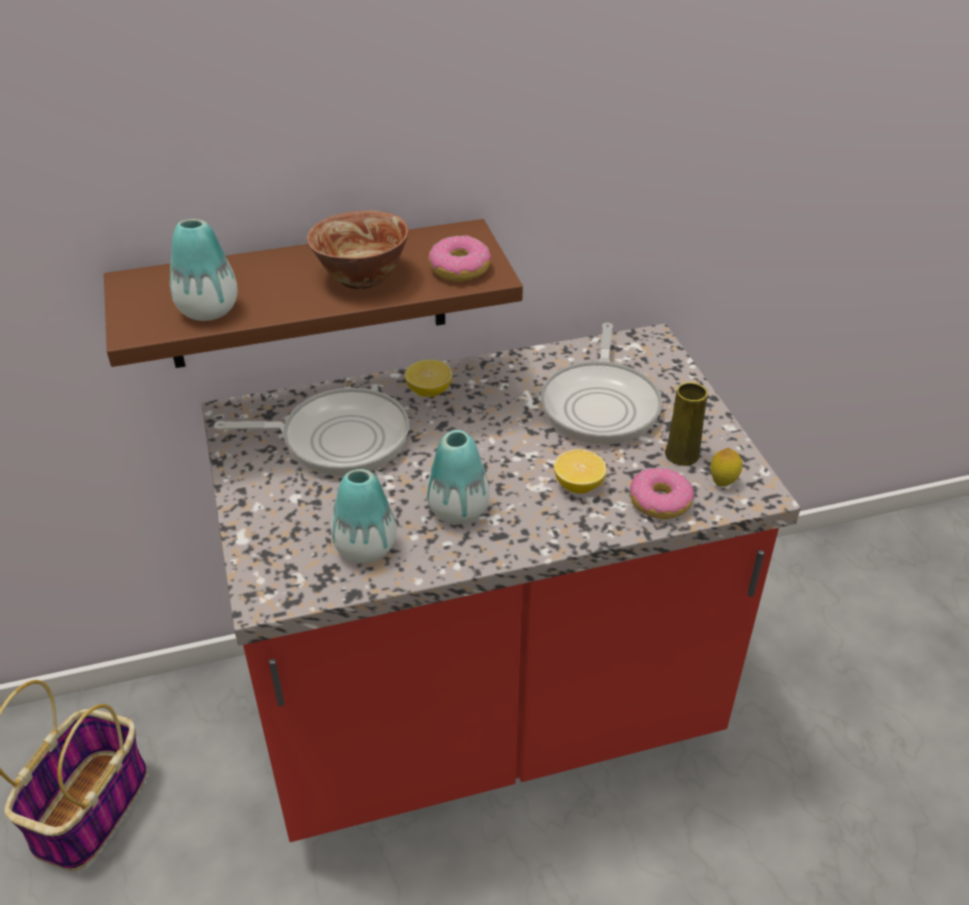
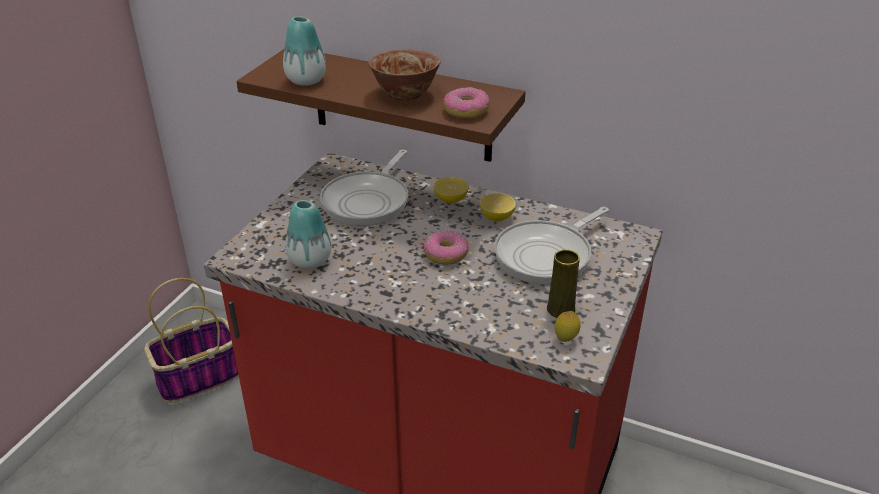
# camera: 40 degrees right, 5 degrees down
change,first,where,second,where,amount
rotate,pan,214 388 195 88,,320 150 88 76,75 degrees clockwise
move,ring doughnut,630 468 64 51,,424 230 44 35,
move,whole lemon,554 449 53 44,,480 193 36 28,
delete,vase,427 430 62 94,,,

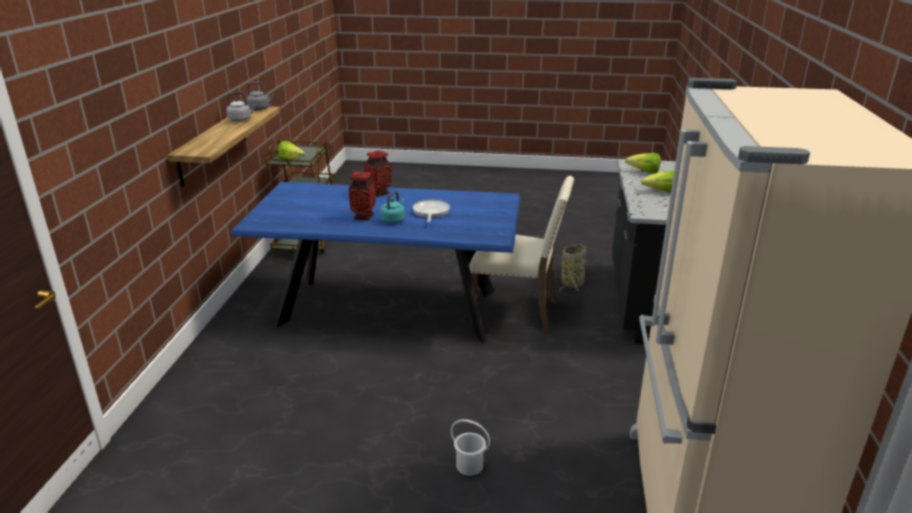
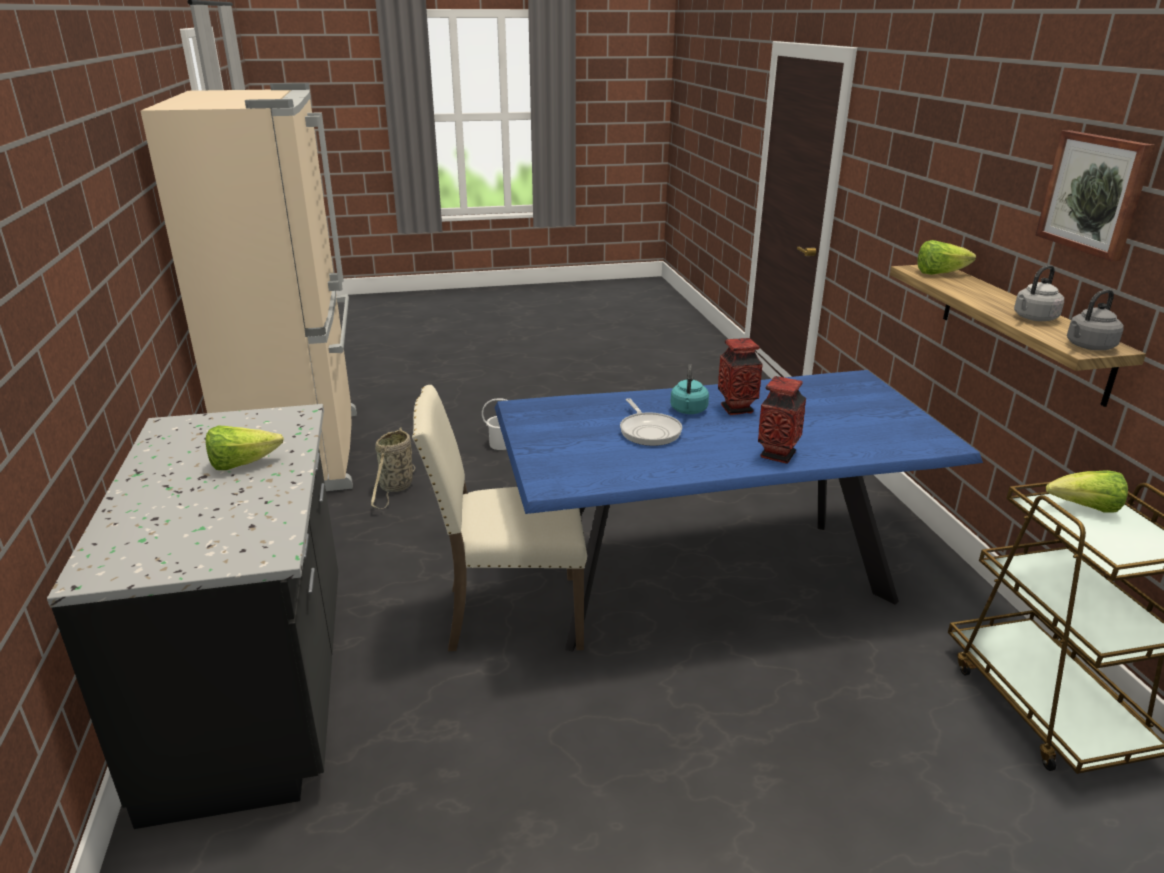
# camera: 160 degrees right, 0 degrees up
change,first,where,second,where,amount
move,storage basket,559 244 29 48,,371 428 44 81,
move,lettuce,625 153 36 21,,917 240 59 35,
insert,,,wall art,1035 130 120 131,

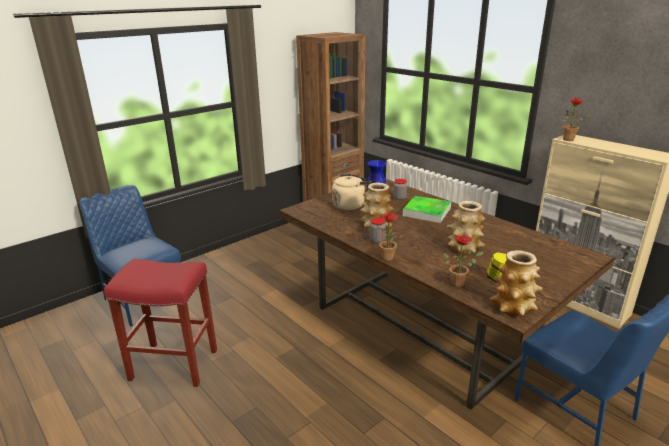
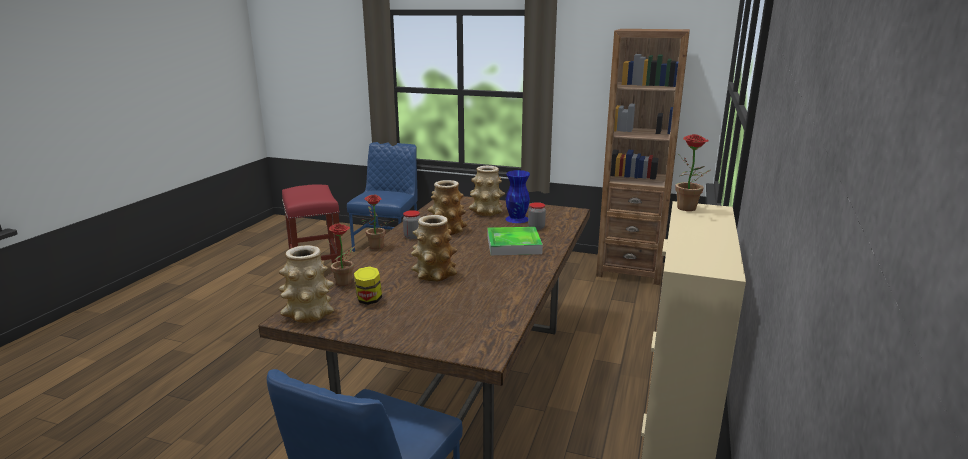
# camera: 60 degrees right, 5 degrees down
change,first,where,second,where,amount
replace,beige-coloured kettle,332 174 39 36,vase,469 166 36 50,

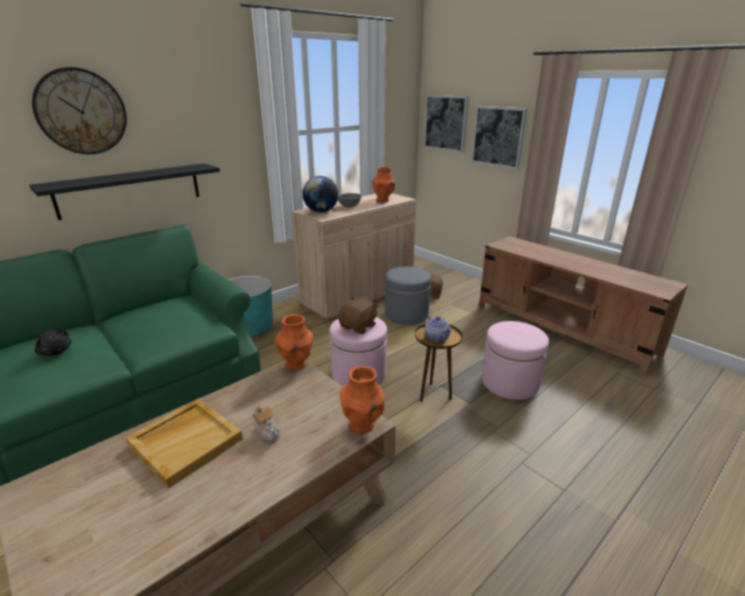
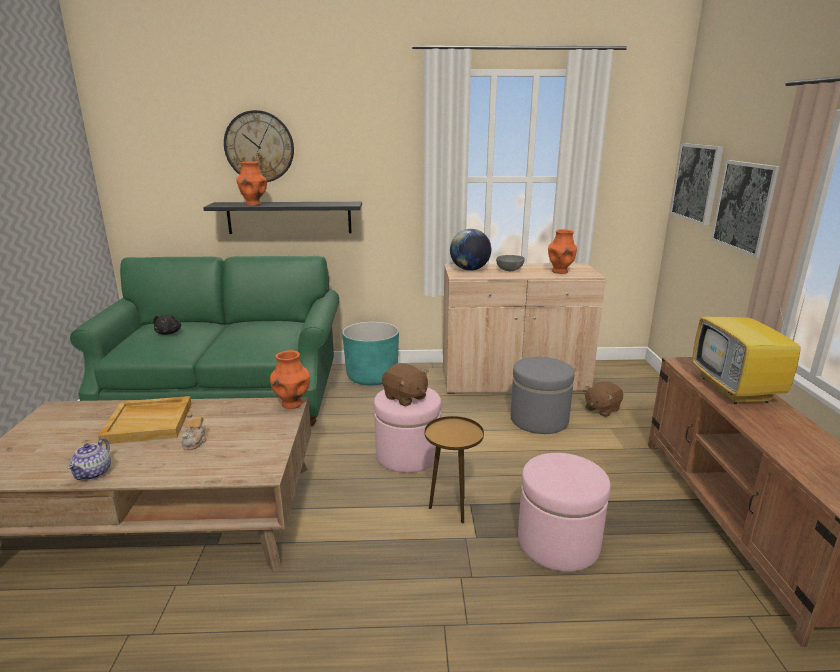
# camera: 40 degrees right, 5 degrees down
change,first,where,second,where,amount
move,tea pot,424 315 28 27,,67 438 44 42,
move,orangey vase,340 366 45 68,,236 161 31 45,
rotate,brownish cuddly toy,338 297 40 37,,382 363 46 43,60 degrees clockwise
insert,,,TV,692 289 114 115,

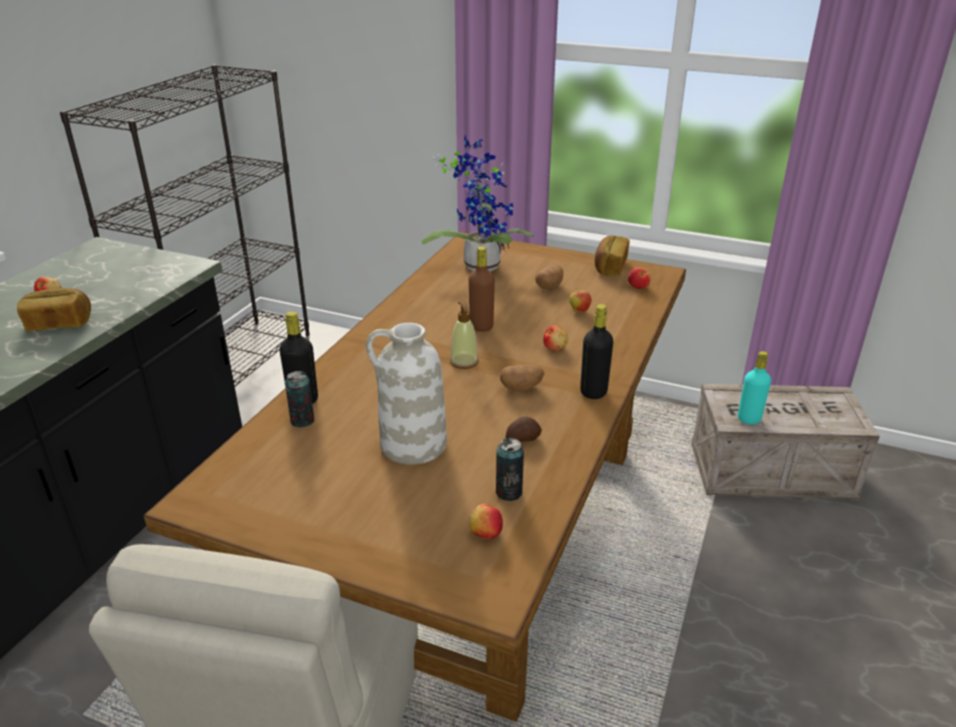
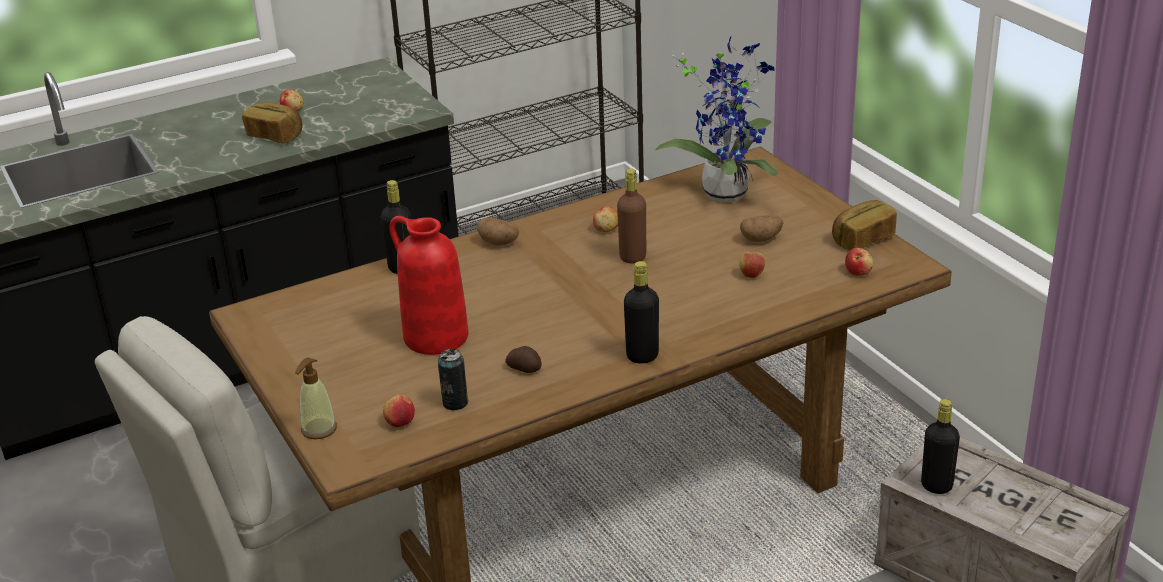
# camera: 40 degrees right, 0 degrees up
change,first,where,second,where,amount
move,soap bottle,450 301 28 68,,295 357 42 82,
recolor,whitish vase,366 323 81 142,red vase,389 216 79 139,
move,spud,500 365 45 27,,477 217 42 29,
move,apple,543 325 25 26,,593 206 25 26,
recolor,turquoise-coloured bottle,738 351 33 73,blackish bottle,921 399 39 95,
delete,can,285 371 29 57,,,

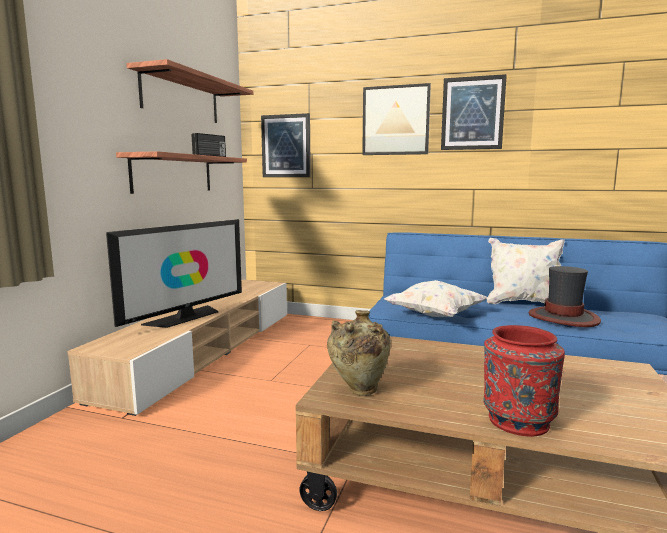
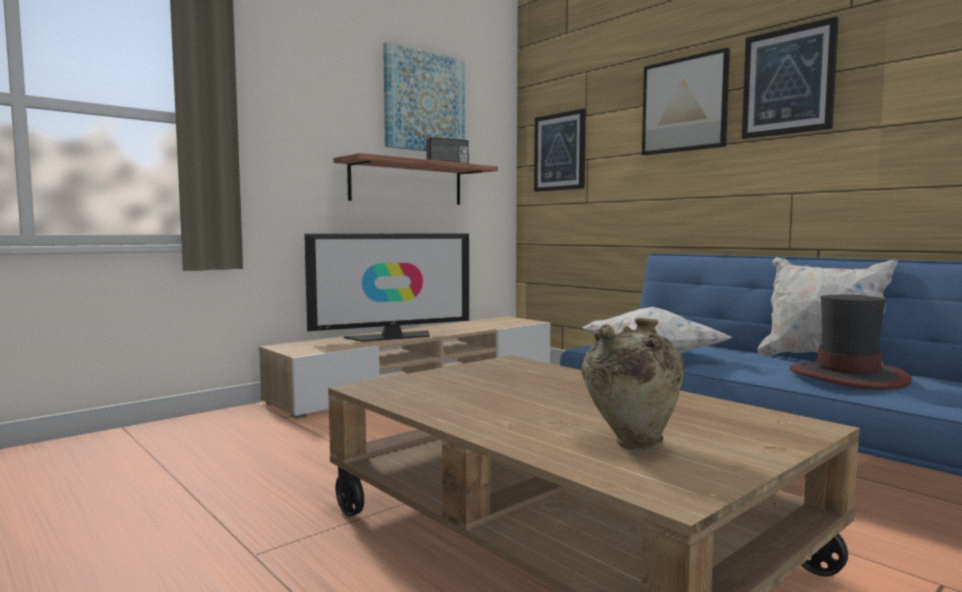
# camera: 30 degrees right, 5 degrees down
change,first,where,second,where,amount
replace,shelf,126 59 127 64,wall art,383 42 82 109,
move,beige-coloured vase,327 310 64 86,,581 318 103 132,
delete,red vase,484 325 81 112,,,

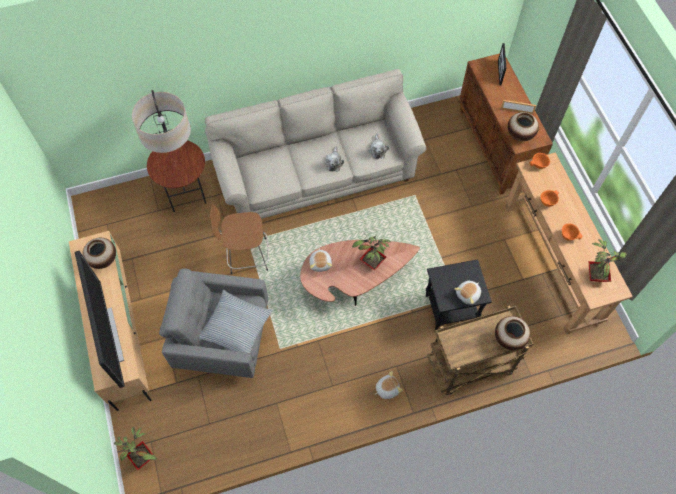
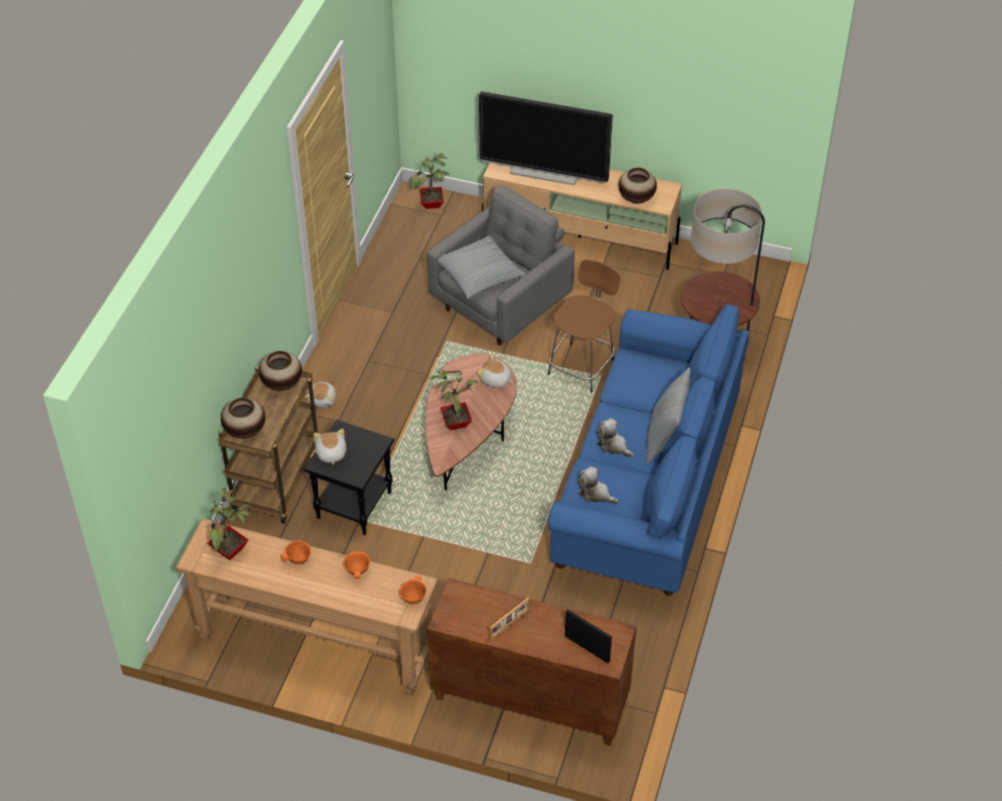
# camera: 125 degrees right, 15 degrees down
change,first,where,second,where,amount
move,vase,508 112 31 29,,259 351 43 40,
recolor,beige-coloured sofa,205 69 222 150,bluish sofa,548 303 201 293,
insert,,,cushion,646 367 45 97,

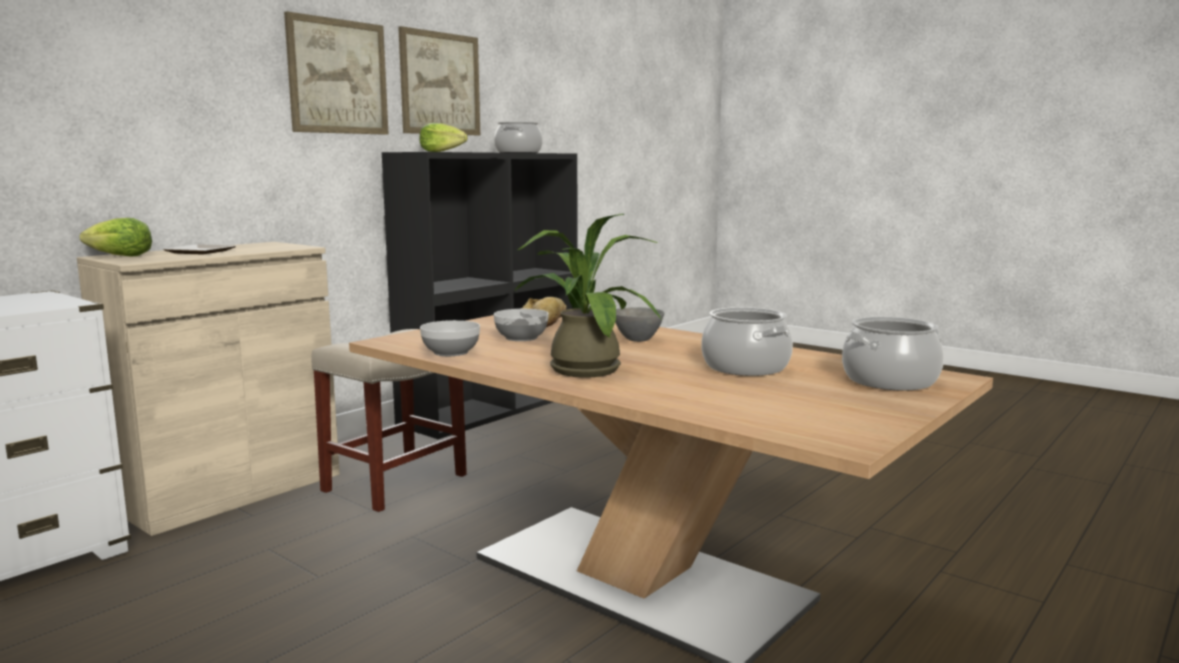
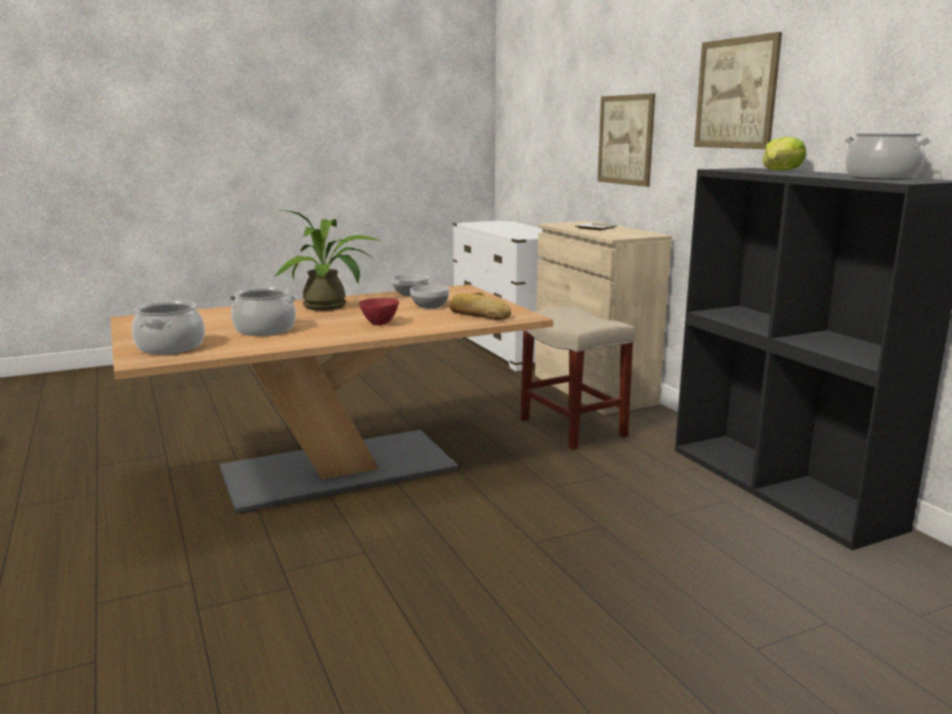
# camera: 115 degrees right, 5 degrees up
change,first,where,second,where,amount
recolor,gray deep dish,615 307 49 35,red deep dish,359 298 40 28,
move,wall art,398 26 82 109,,597 93 58 94,
delete,lettuce,80 218 72 39,,,

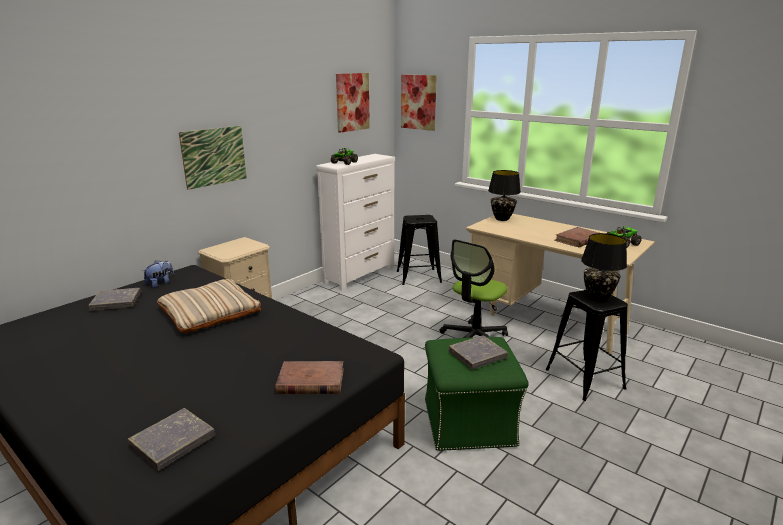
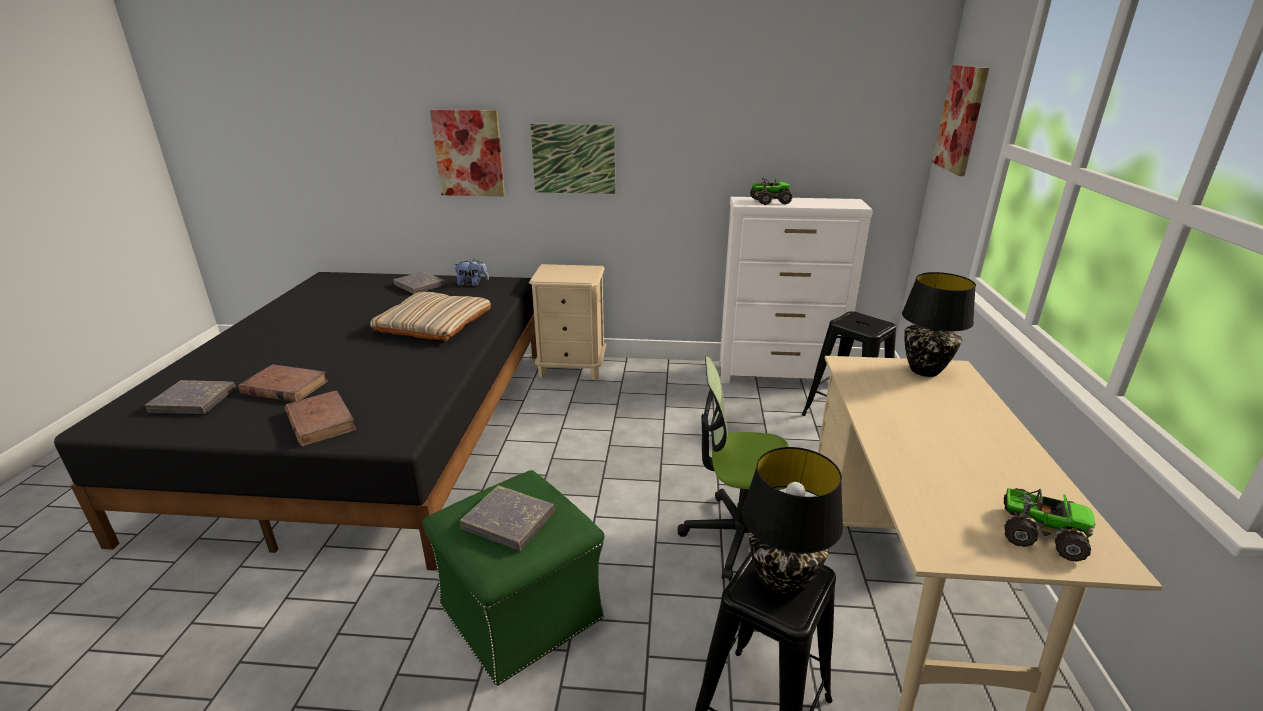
# camera: 55 degrees right, 5 degrees up
change,first,where,second,where,amount
move,brownish volume,554 227 45 20,,238 364 90 38,
move,wall art,336 73 34 60,,430 110 75 86,

